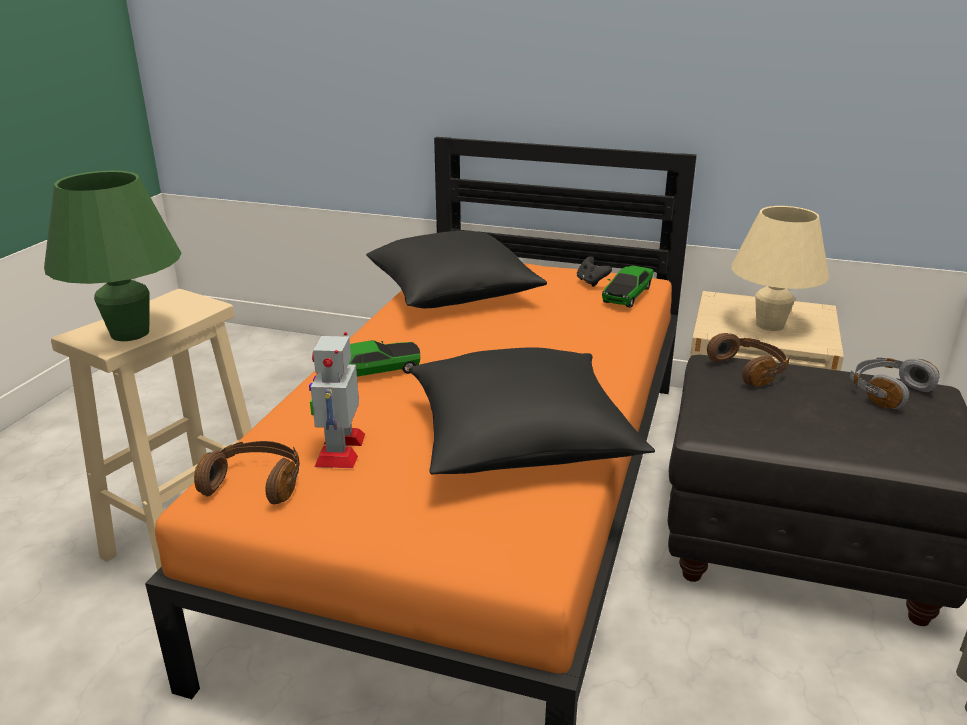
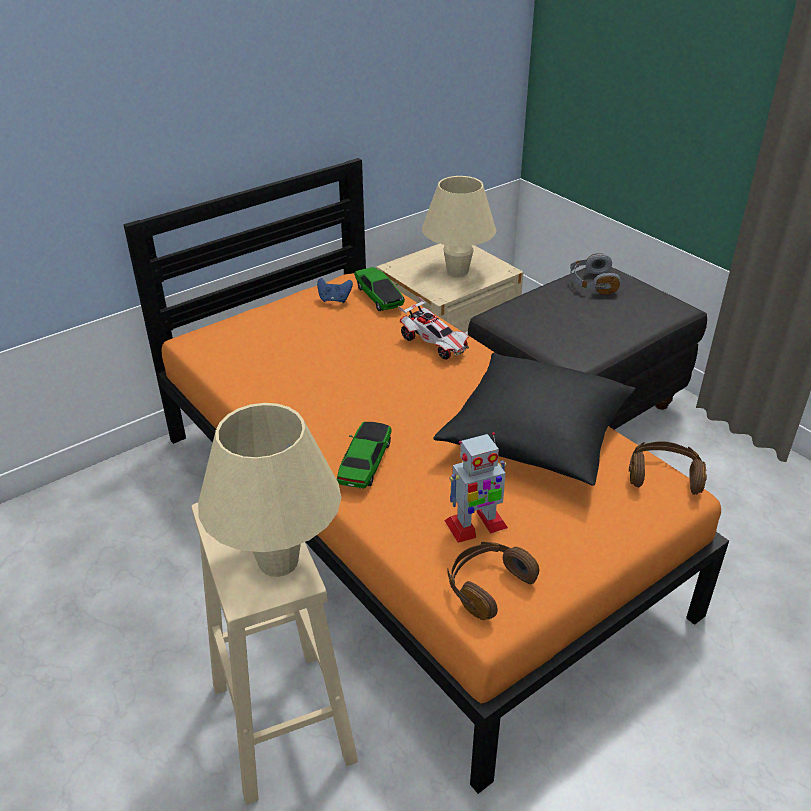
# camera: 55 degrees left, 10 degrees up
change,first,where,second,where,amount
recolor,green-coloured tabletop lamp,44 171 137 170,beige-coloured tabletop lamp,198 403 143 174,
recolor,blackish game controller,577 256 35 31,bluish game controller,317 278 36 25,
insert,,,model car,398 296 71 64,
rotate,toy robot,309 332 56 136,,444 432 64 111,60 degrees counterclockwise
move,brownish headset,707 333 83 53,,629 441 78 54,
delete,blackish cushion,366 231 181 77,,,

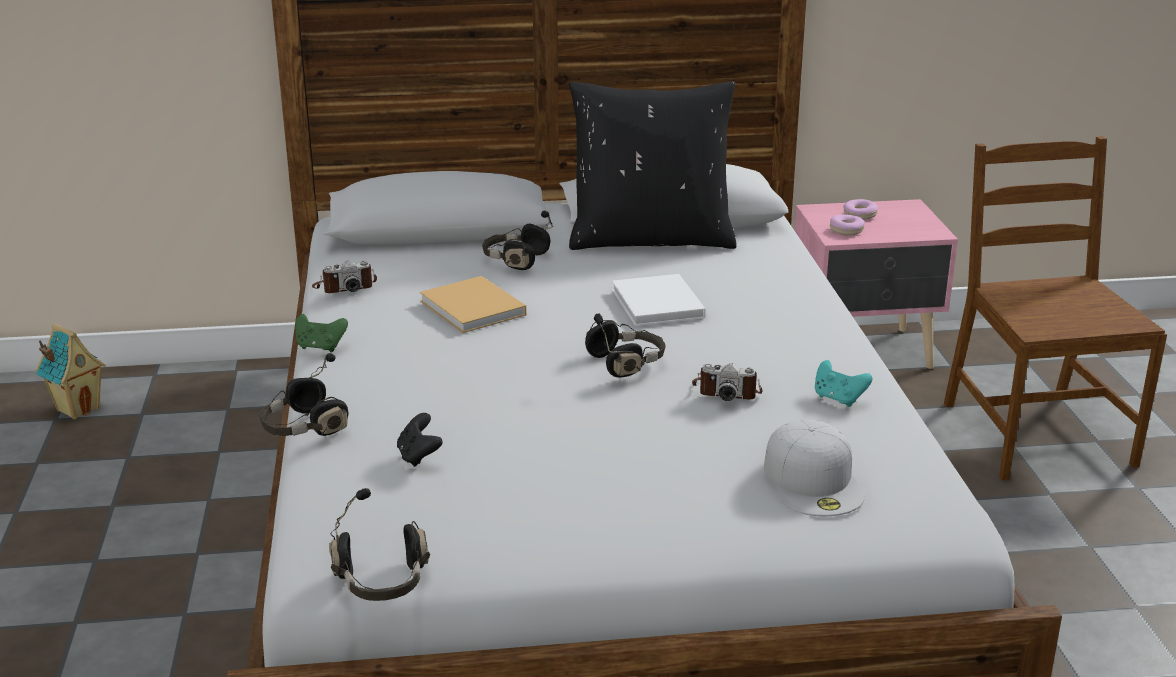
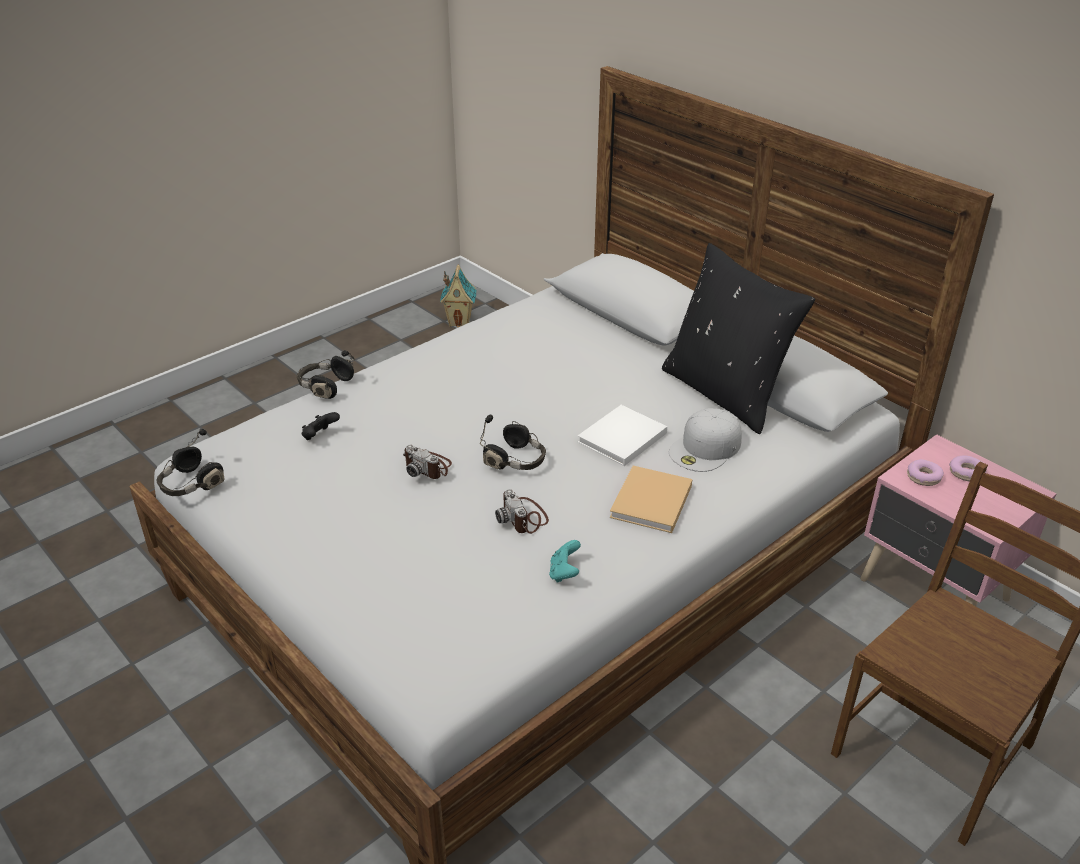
# camera: 55 degrees right, 10 degrees up
change,first,where,second,where,amount
move,photo camera,312 261 65 32,,403 445 49 34,
move,beige-coloured volume,420 276 106 57,,610 466 82 67,
move,whitish cap,764 420 101 96,,669 408 73 64,
delete,green-coloured game controller,295 314 53 38,,,
delete,blackish headset,482 211 71 59,,,

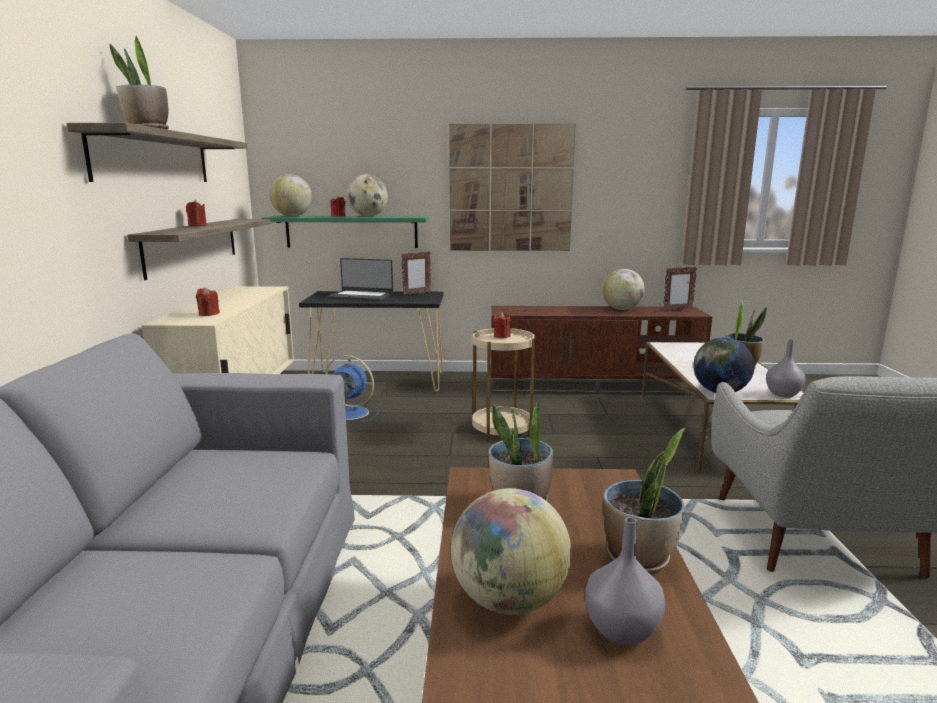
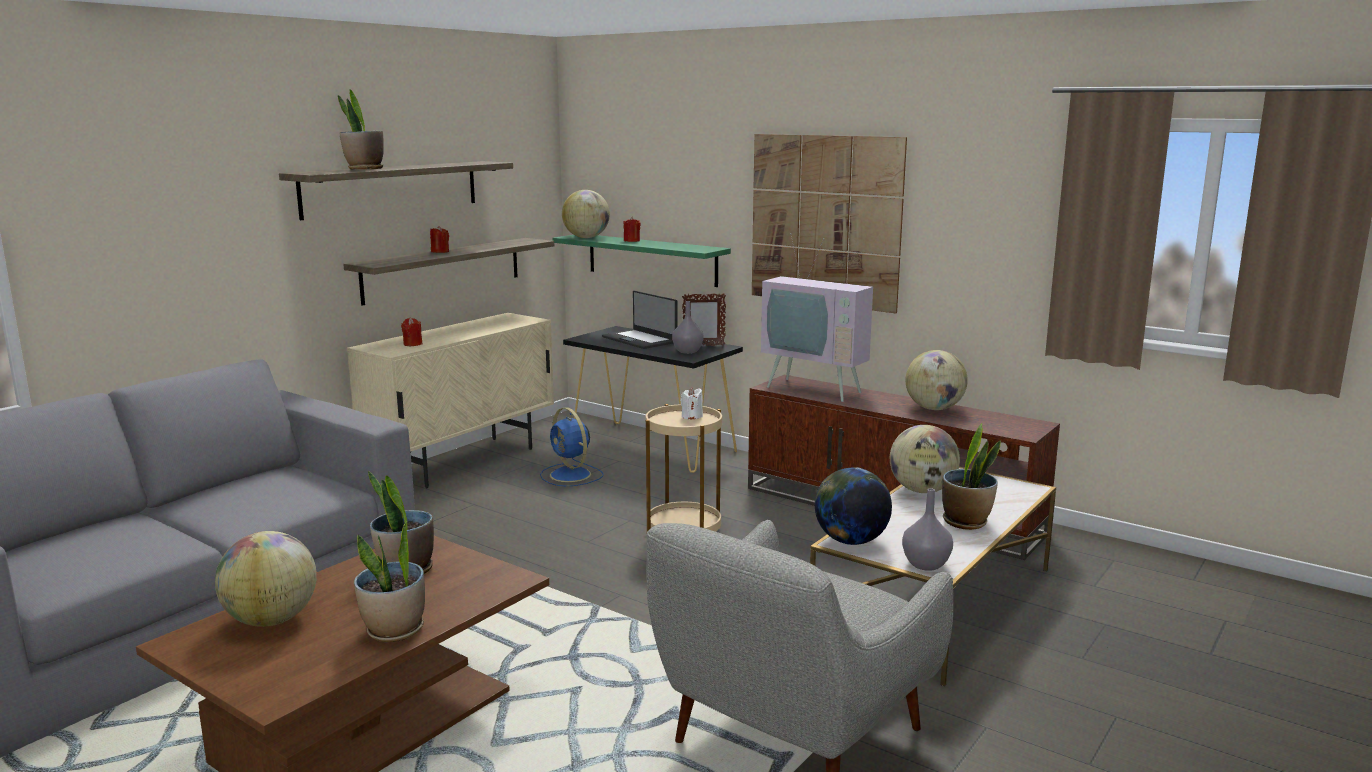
# camera: 35 degrees right, 0 degrees up
change,first,where,second,where,amount
move,gray vase,585 517 80 128,,672 301 32 53,
recolor,red wax candle,493 313 18 25,whitish wax candle,680 387 23 33,
insert,,,TV,761 233 112 169,
move,world globe,346 174 42 43,,890 425 70 68,
delete,picture frame,663 266 34 45,,,

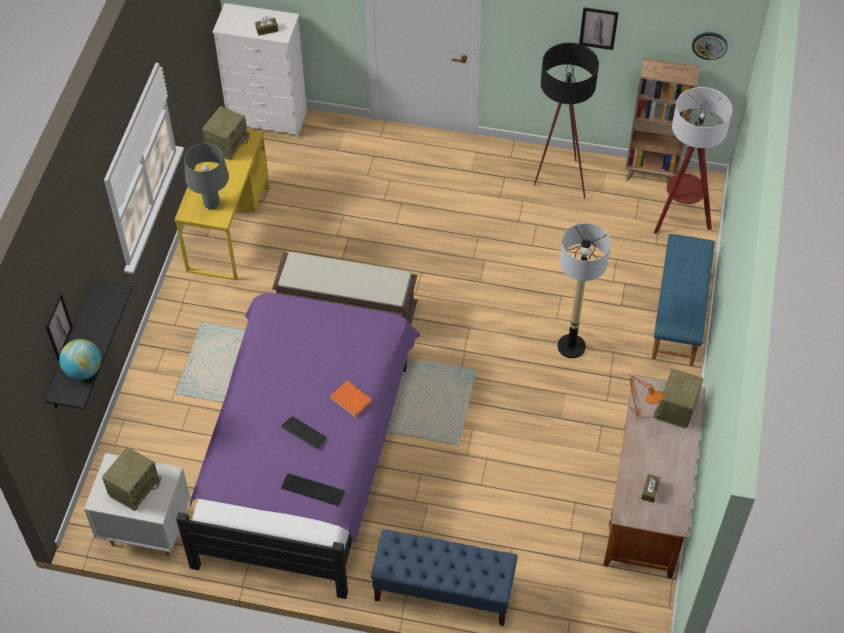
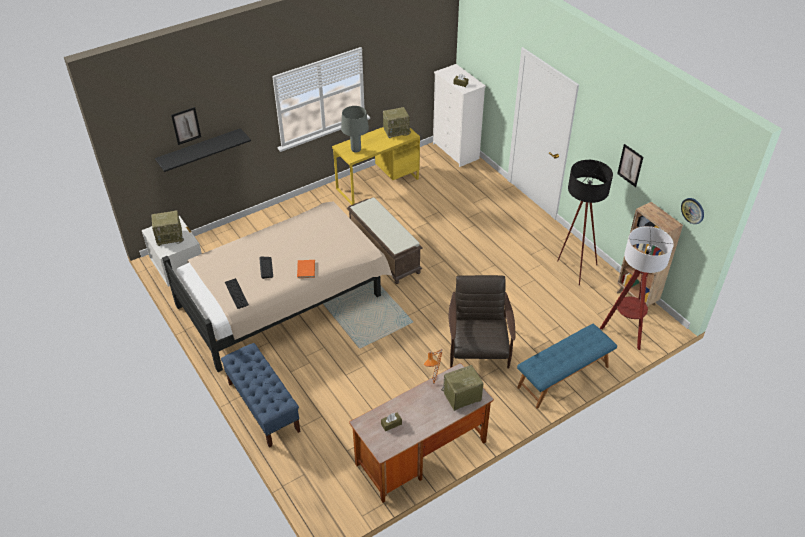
# camera: 45 degrees right, 10 degrees down
change,first,where,second,where,amount
recolor,purplish bed,176 292 244 307,beige-coloured bed,162 201 231 171,
replace,floor lamp,557 223 54 135,brownish armchair,449 275 66 94,
delete,world globe,59 339 42 41,,,

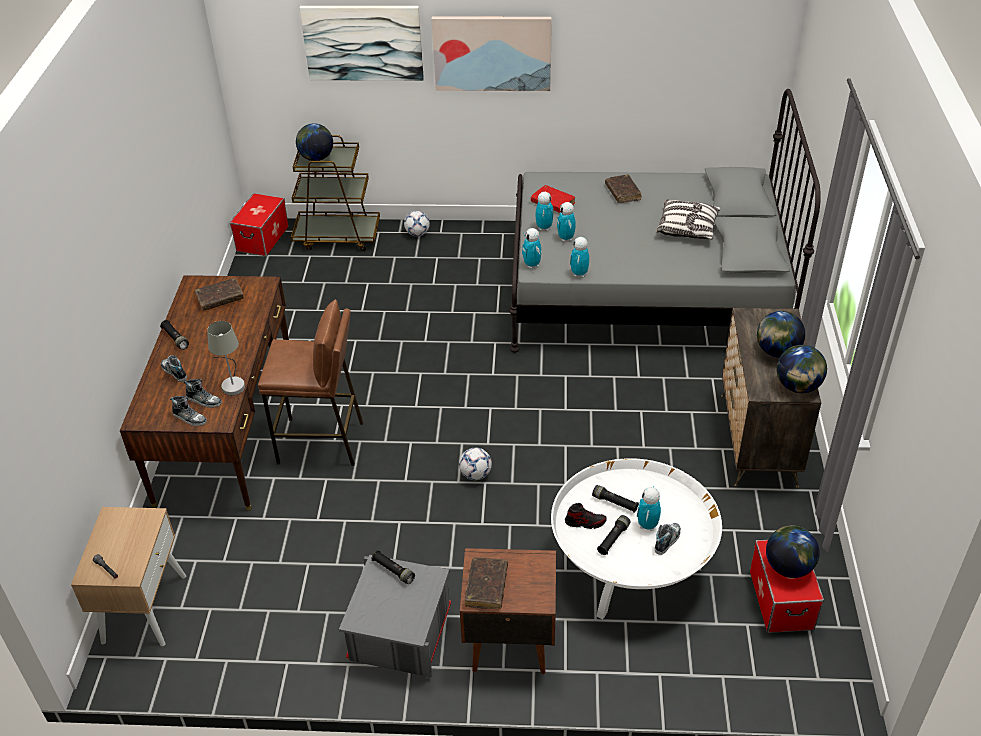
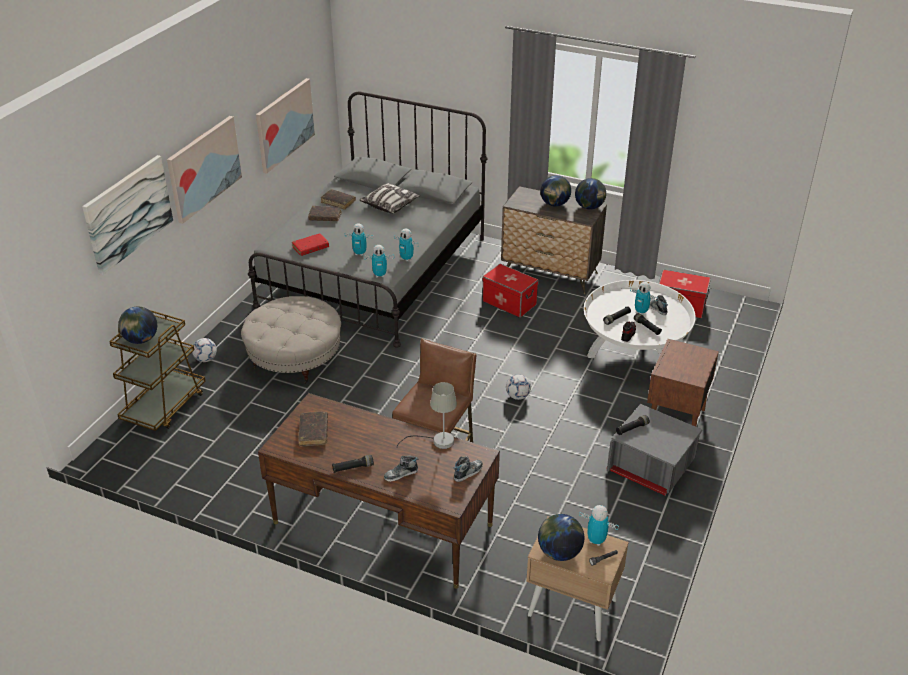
# camera: 70 degrees left, 5 degrees down
change,first,where,second,where,amount
insert,,,beige-coloured pouffe,241 296 100 88,
insert,,,wall art,256 78 59 96,
move,brownish volume,465 557 43 52,,321 189 35 21,
move,storage container,230 193 59 63,,482 264 57 54,
move,world globe,766 525 54 53,,538 514 46 47,
move,toy robot,536 192 18 39,,579 505 40 41,
delete,item of footwear,184 379 38 29,,,

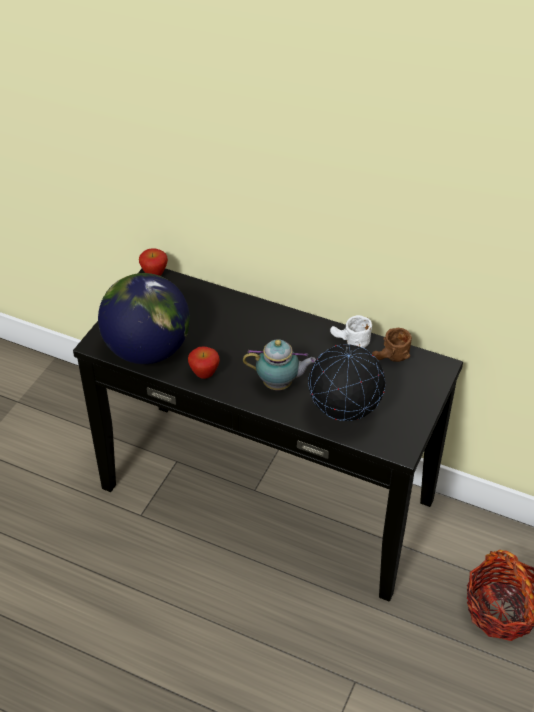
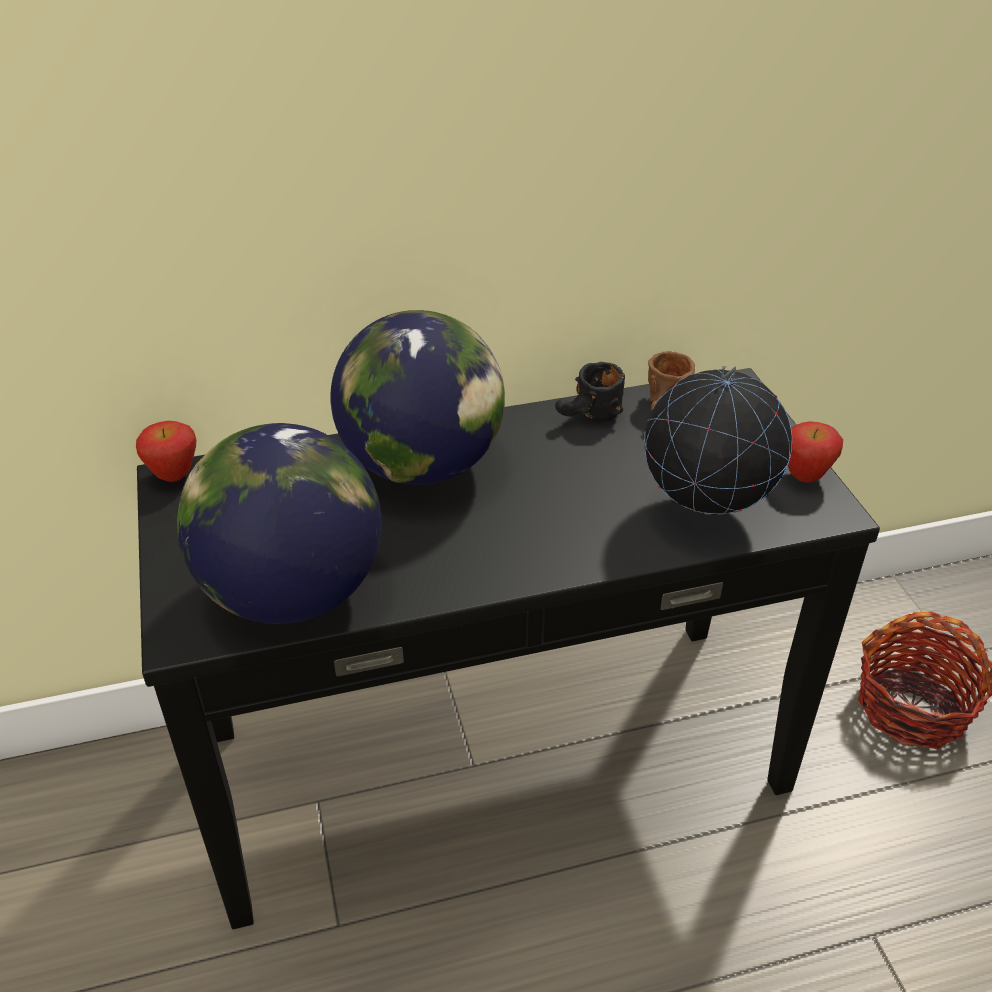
# camera: 40 degrees left, 5 degrees down
change,first,where,second,where,amount
insert,,,world globe,330 310 175 175,
recolor,whitish tea mug,330 315 42 33,blackish tea mug,555 362 70 60,
move,apple,188 346 32 33,,788 421 55 62,
delete,tea pot,243 339 73 51,,,

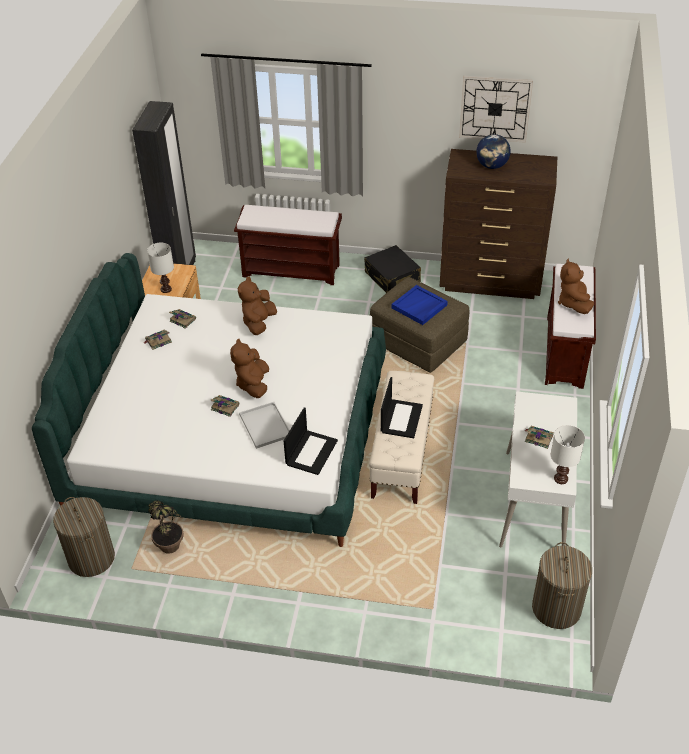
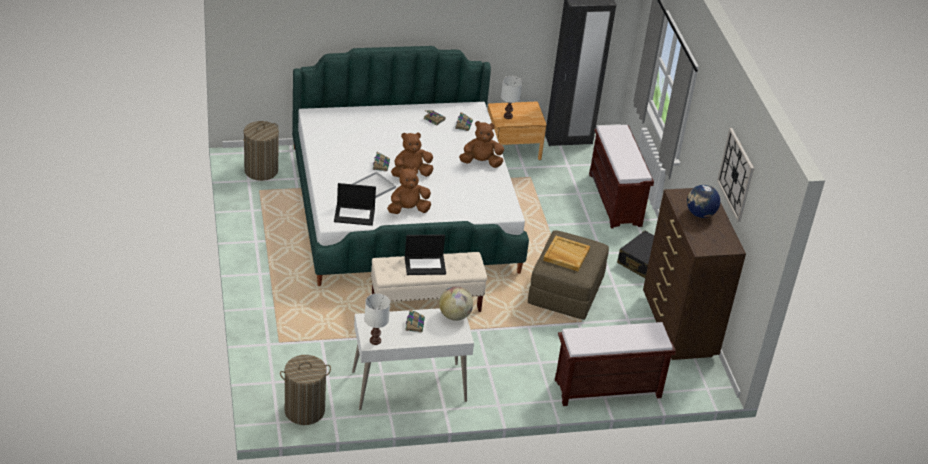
# camera: 65 degrees right, 5 degrees down
change,first,where,second,where,amount
move,brownish cuddly toy,558 259 36 55,,387 168 44 46,
insert,,,world globe,439 286 34 35,
recolor,bluish tray,391 285 57 40,beige-coloured tray,543 236 47 35,
delete,houseplant,148 500 36 54,,,

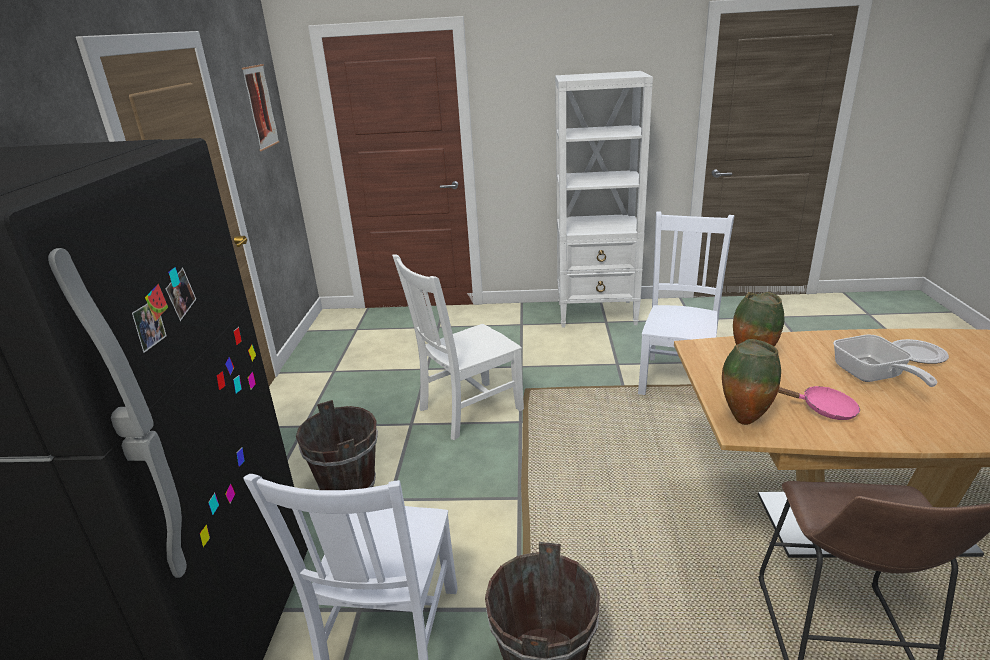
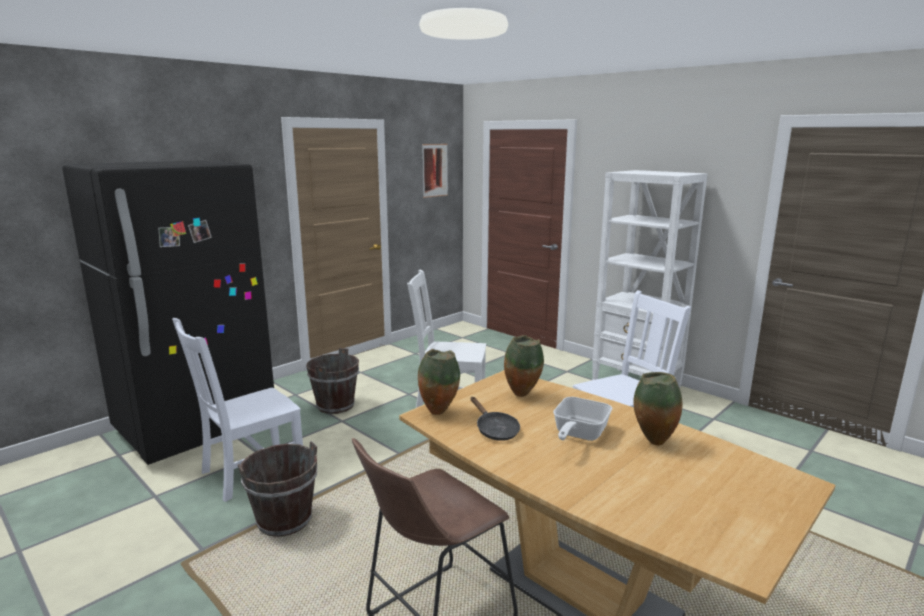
# camera: 40 degrees right, 10 degrees down
change,first,where,second,where,amount
recolor,pink-coloured pan,778 386 82 34,blackish pan,470 397 50 44,
replace,flat dish,892 339 57 25,vase,633 372 49 73,

